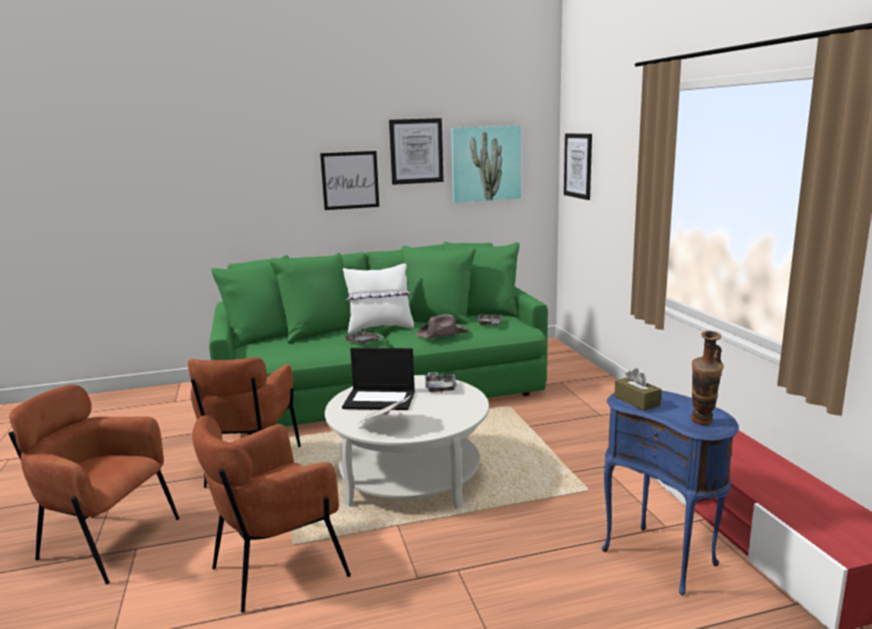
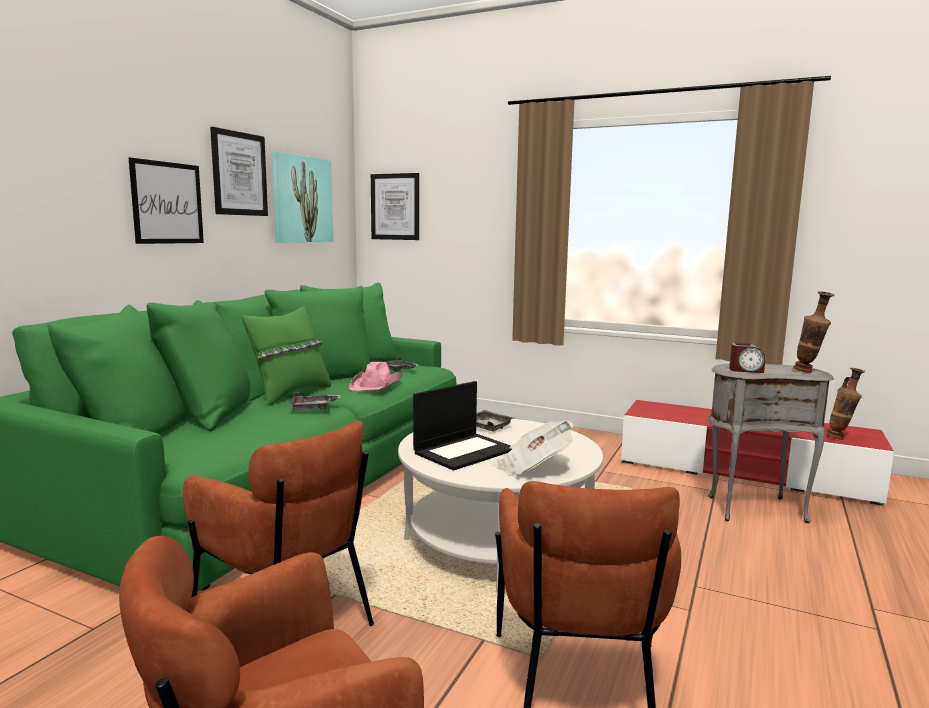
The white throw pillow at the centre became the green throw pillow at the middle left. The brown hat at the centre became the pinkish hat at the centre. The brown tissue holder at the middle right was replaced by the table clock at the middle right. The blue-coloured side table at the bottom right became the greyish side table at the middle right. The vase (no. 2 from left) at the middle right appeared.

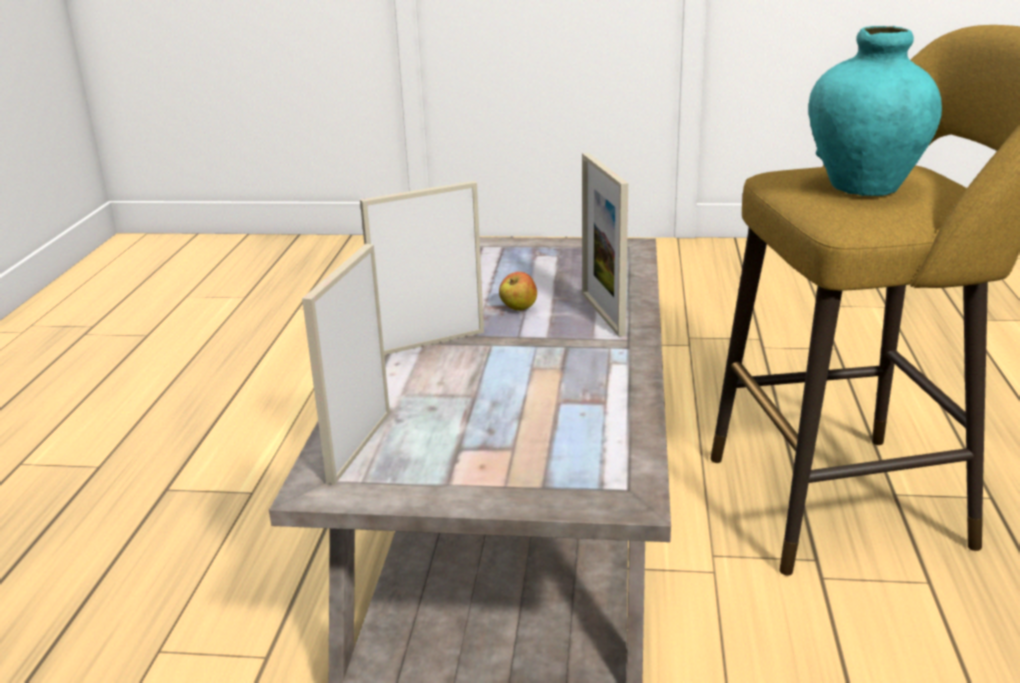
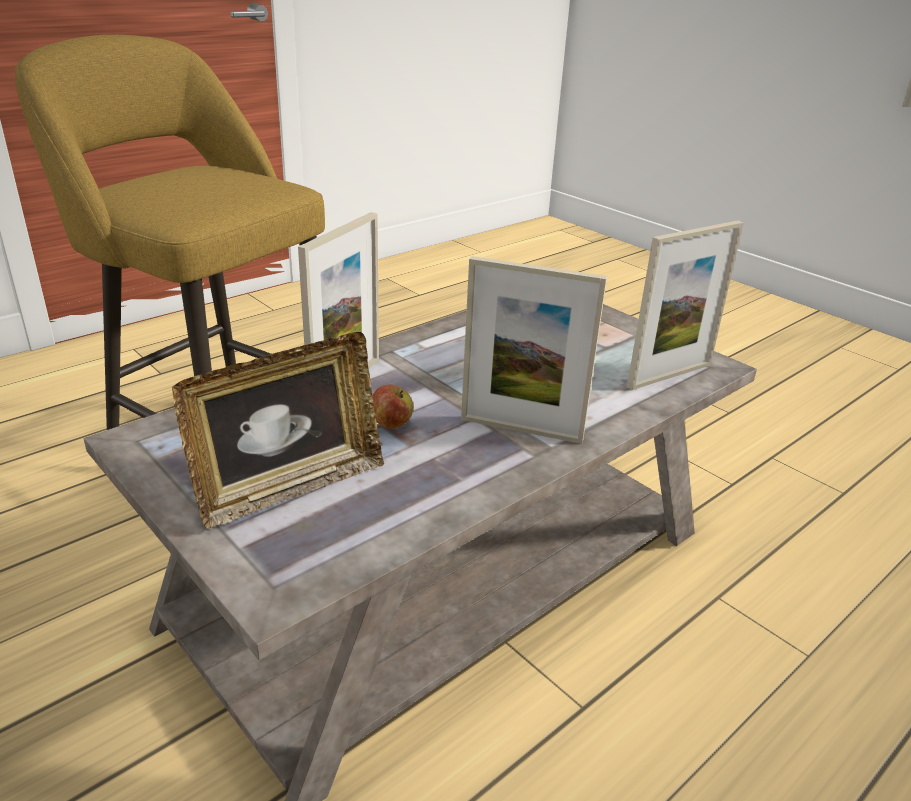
The turquoise-coloured vase at the top right disappeared. The standing frame (no. 1 from left) at the middle left appeared.

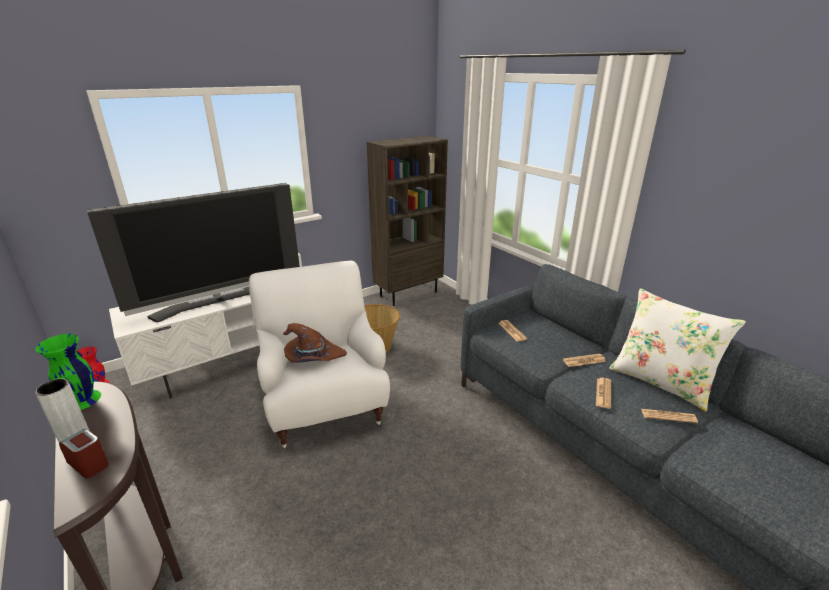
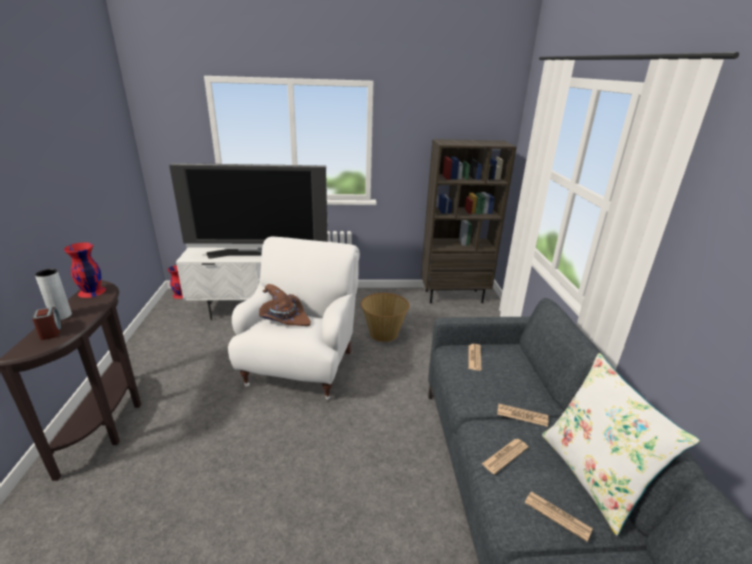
The green vase at the middle left became the reddish vase (no. 1 from left) at the middle left.

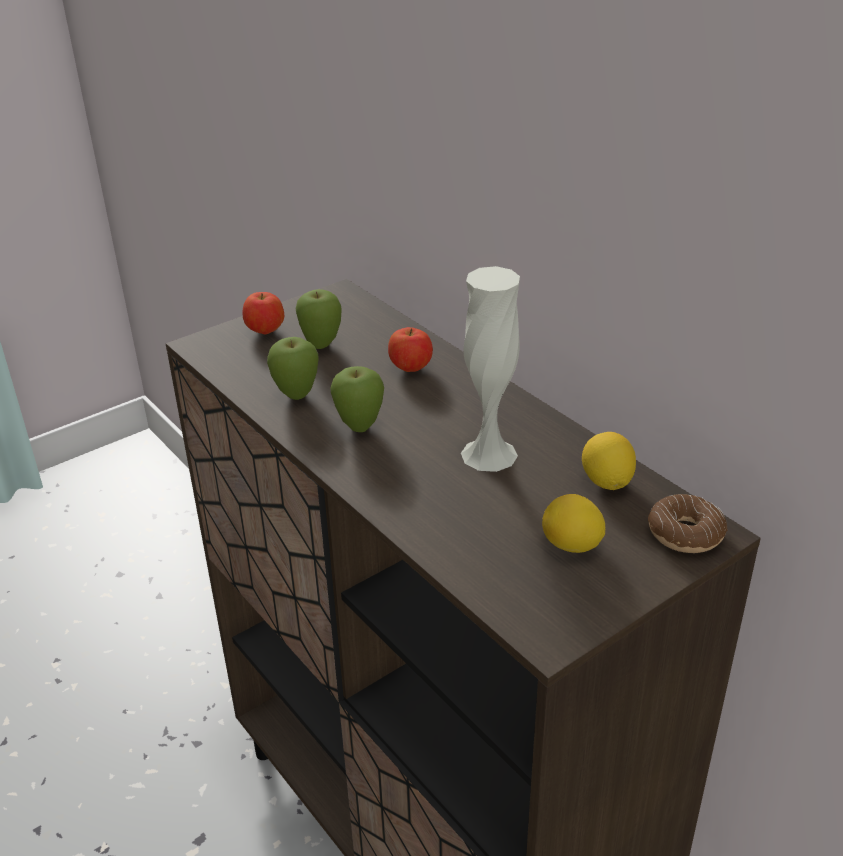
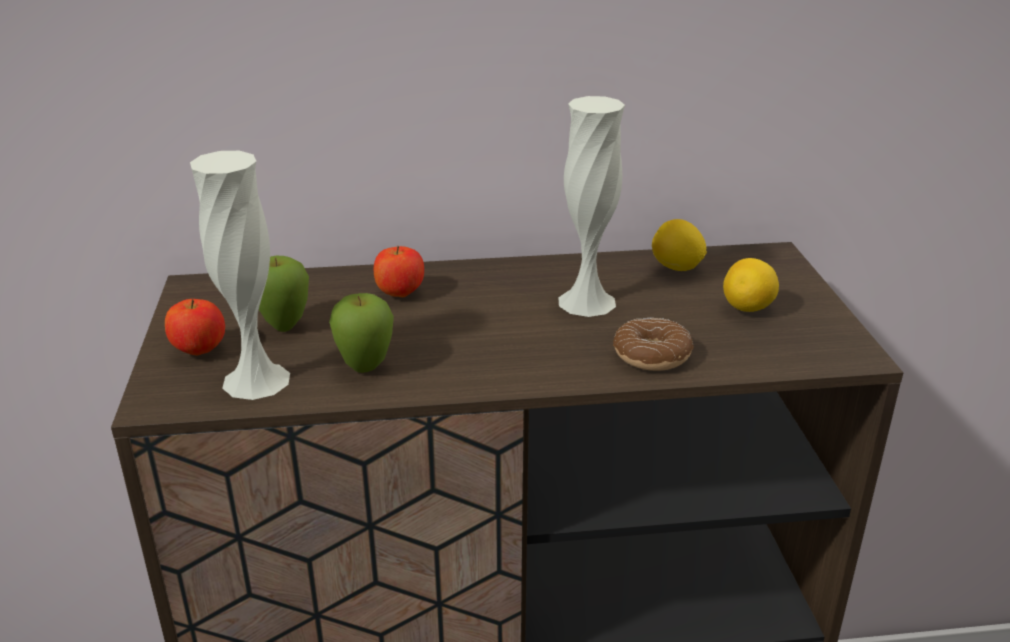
The apple fruit (no. 4 from left) at the centre disappeared. The donut moved from the middle right to the centre. The white vase (no. 1 from left) at the middle left appeared.

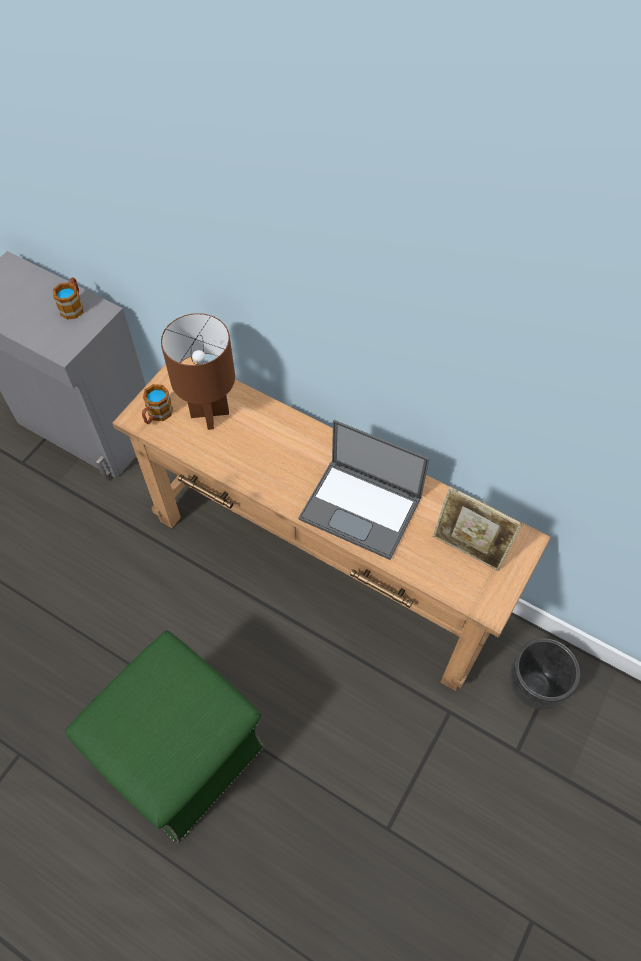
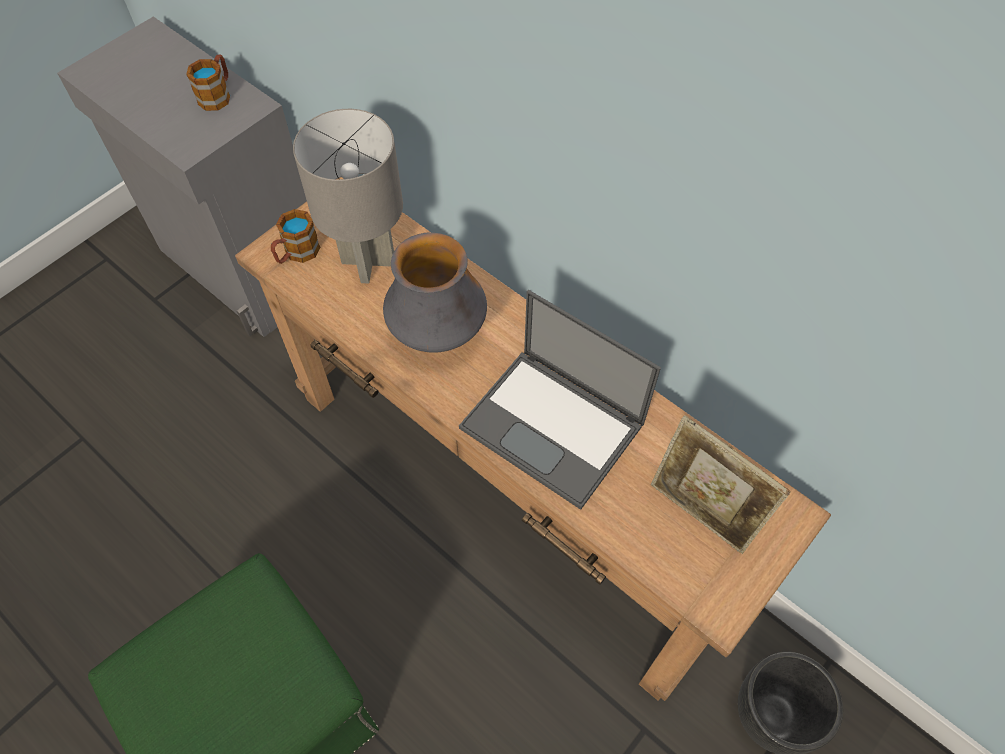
The brown table lamp at the middle left became the greyish table lamp at the top centre. The vase at the centre appeared.

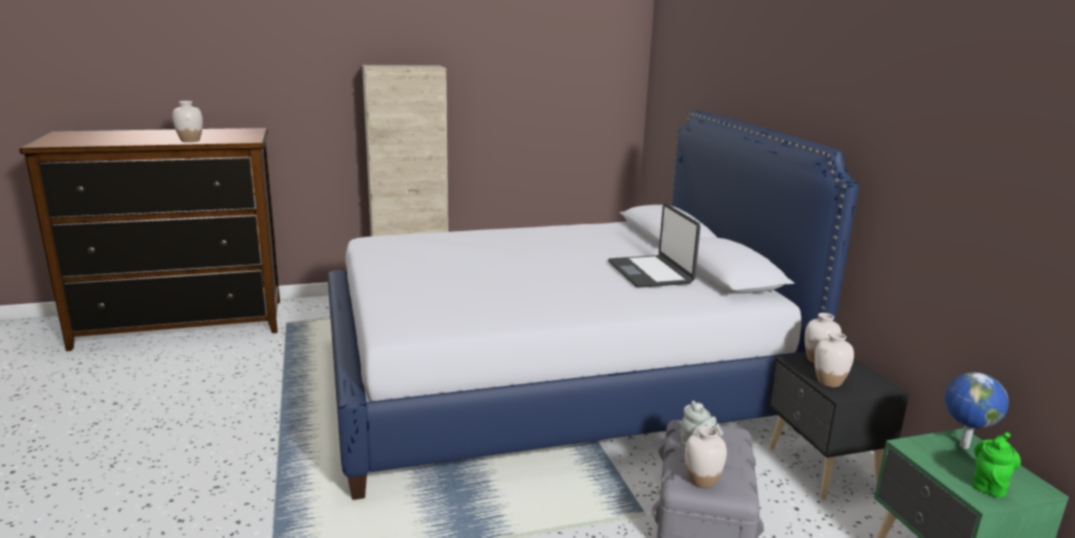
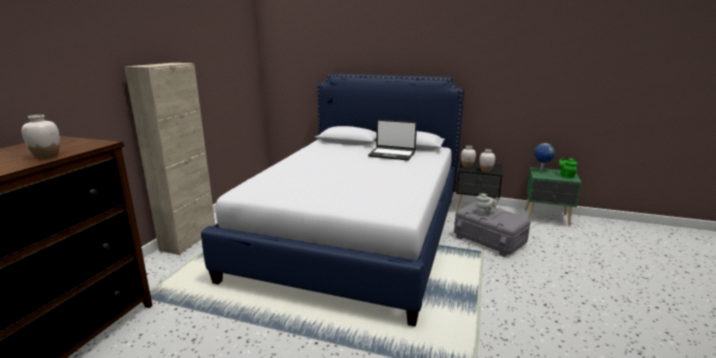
The white vase (no. 2 from left) at the bottom centre disappeared.

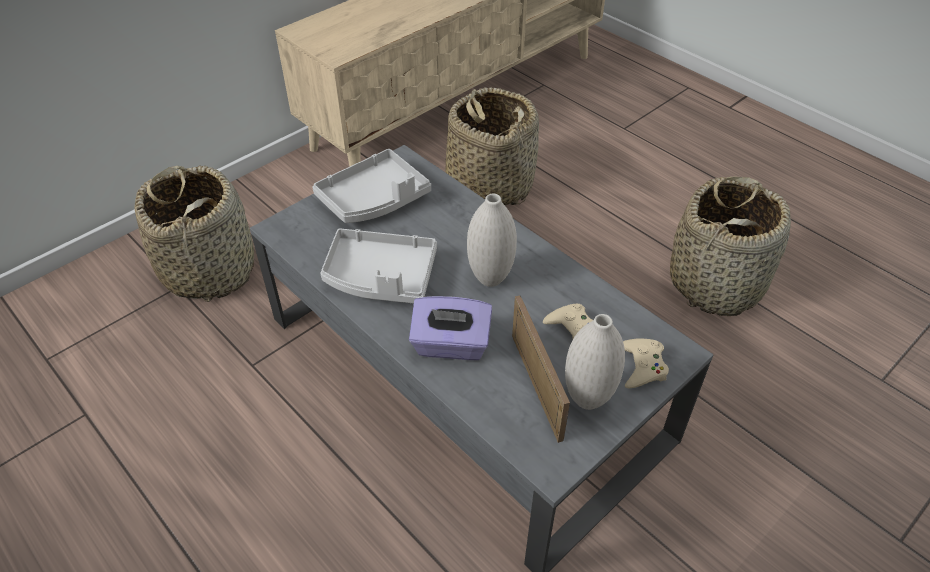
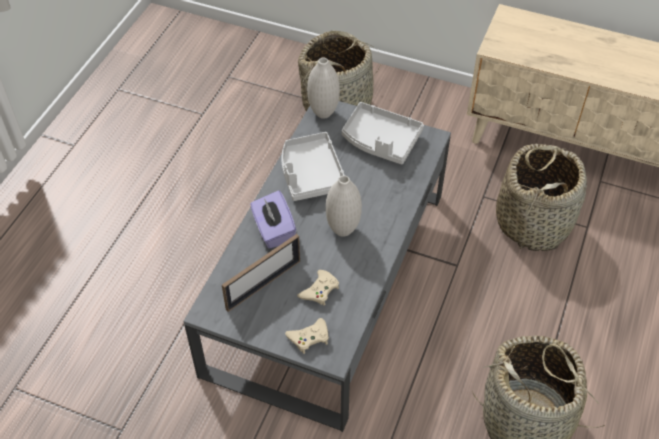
The white vase (no. 2 from left in the first image) moved from the centre to the top centre.

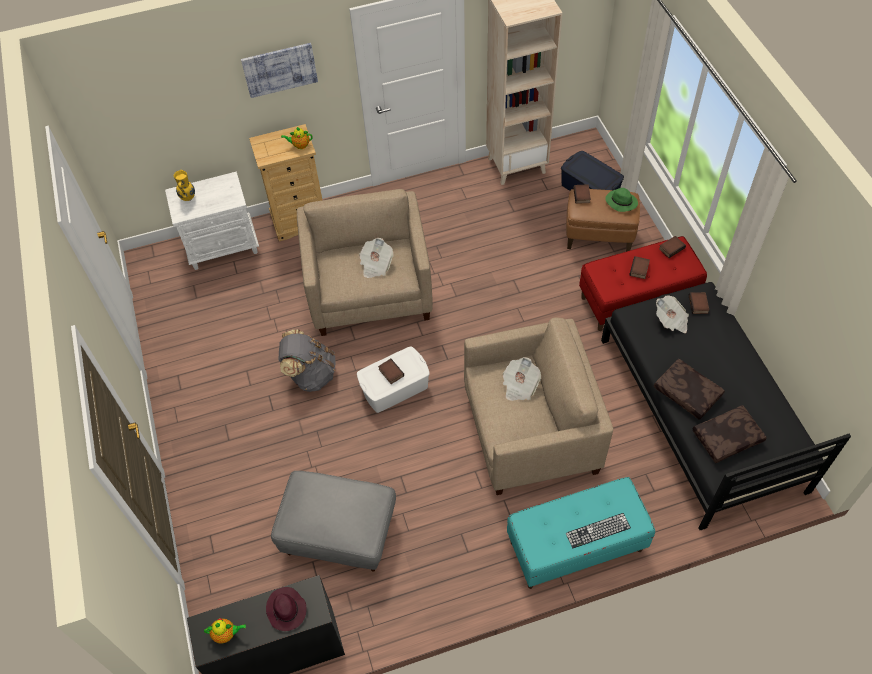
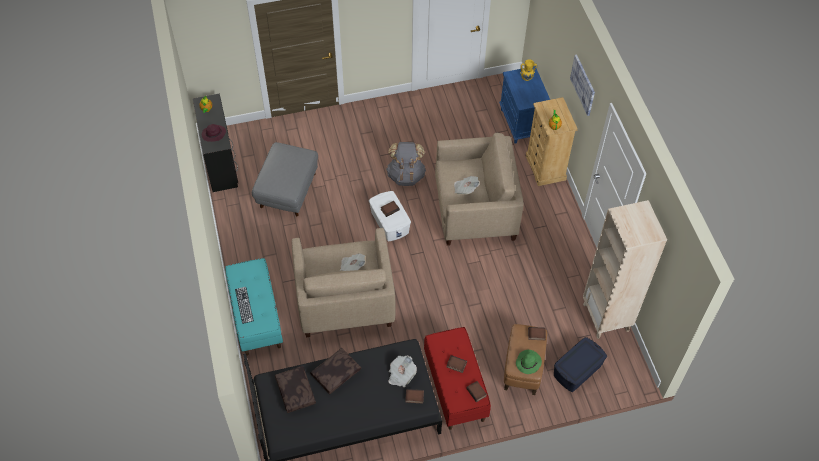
The white night table at the top left became the blue-coloured night table at the top centre.

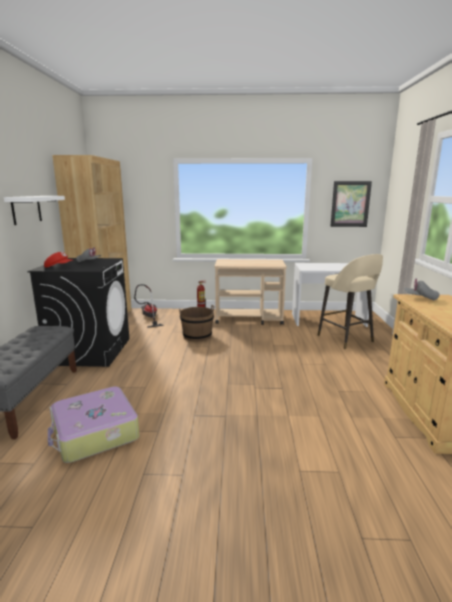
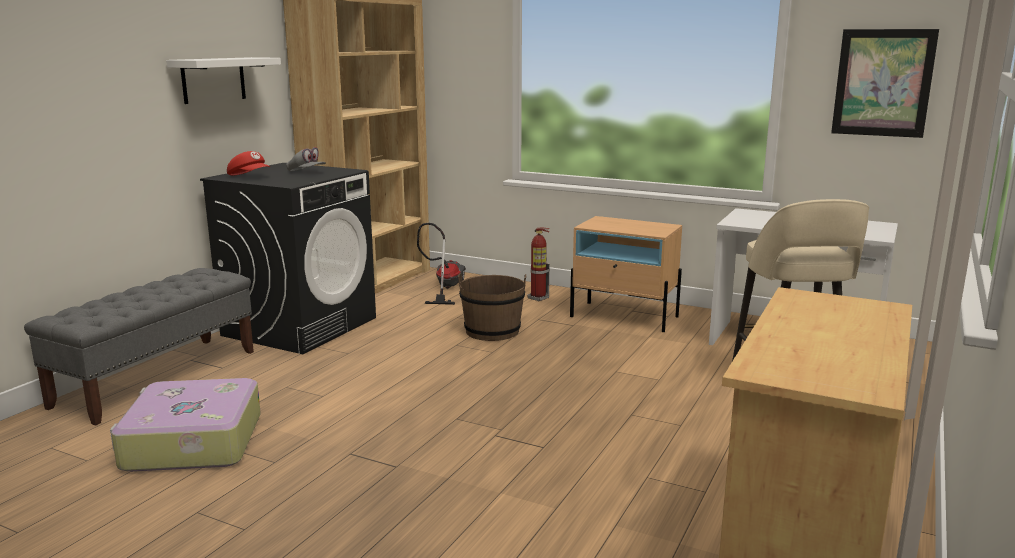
The sand-coloured cart at the centre was replaced by the sand-coloured night table at the centre. The greyish cap (no. 2 from left) at the middle right disappeared.

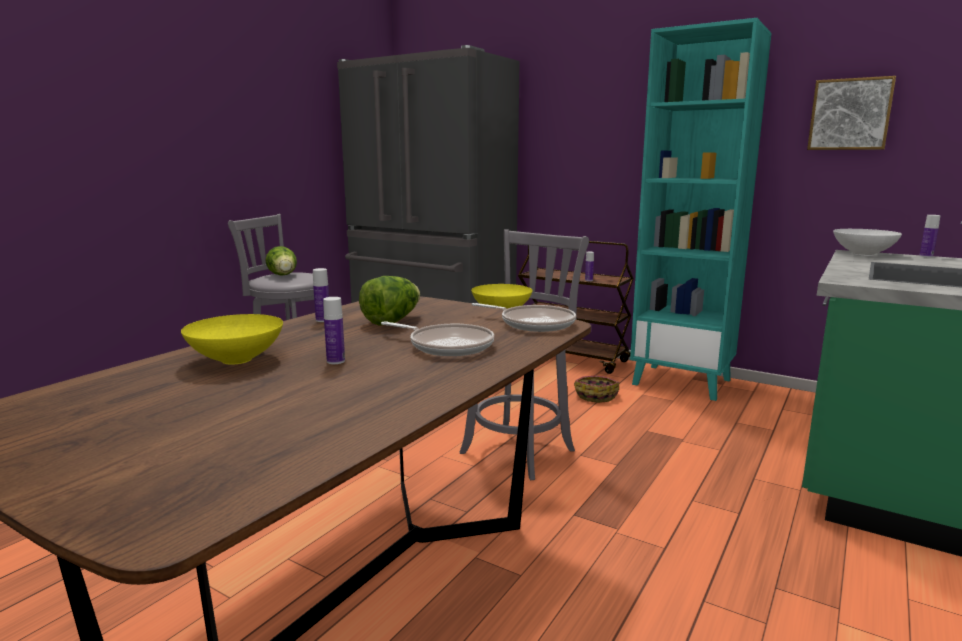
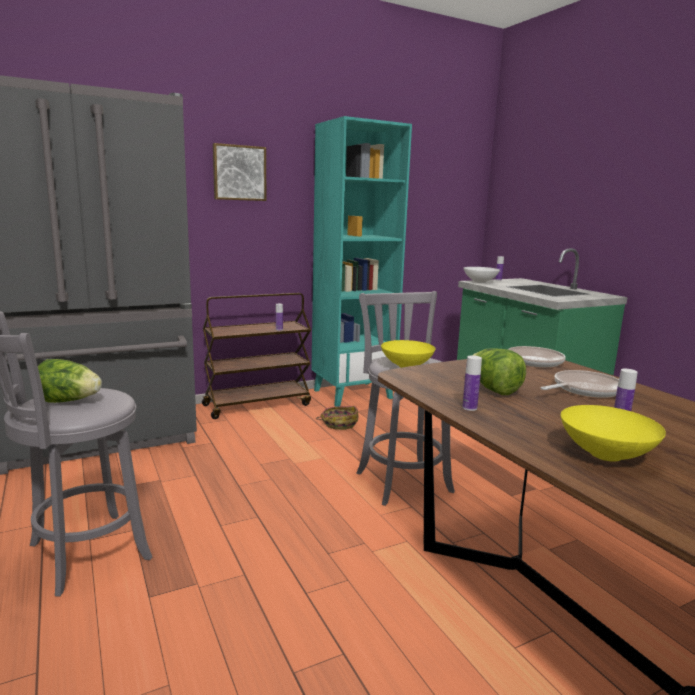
The wall art moved from the top right to the top centre.

